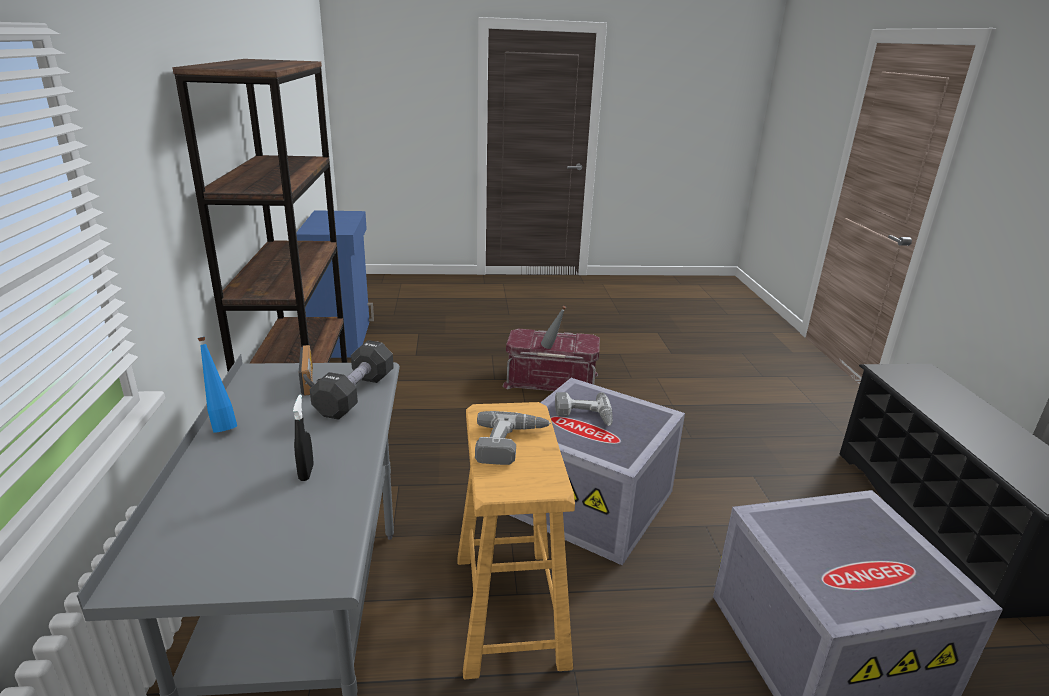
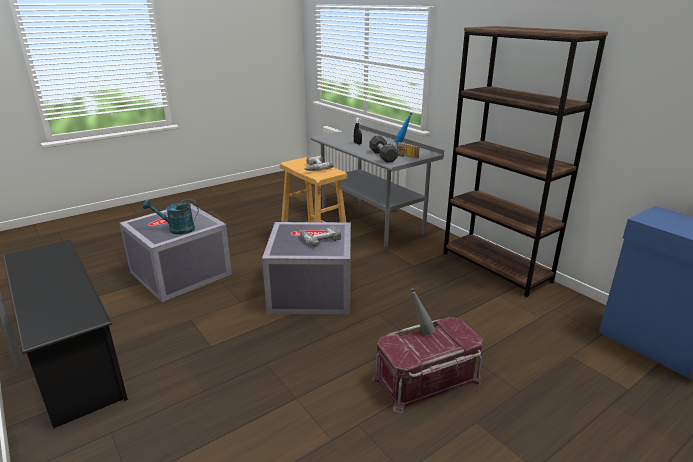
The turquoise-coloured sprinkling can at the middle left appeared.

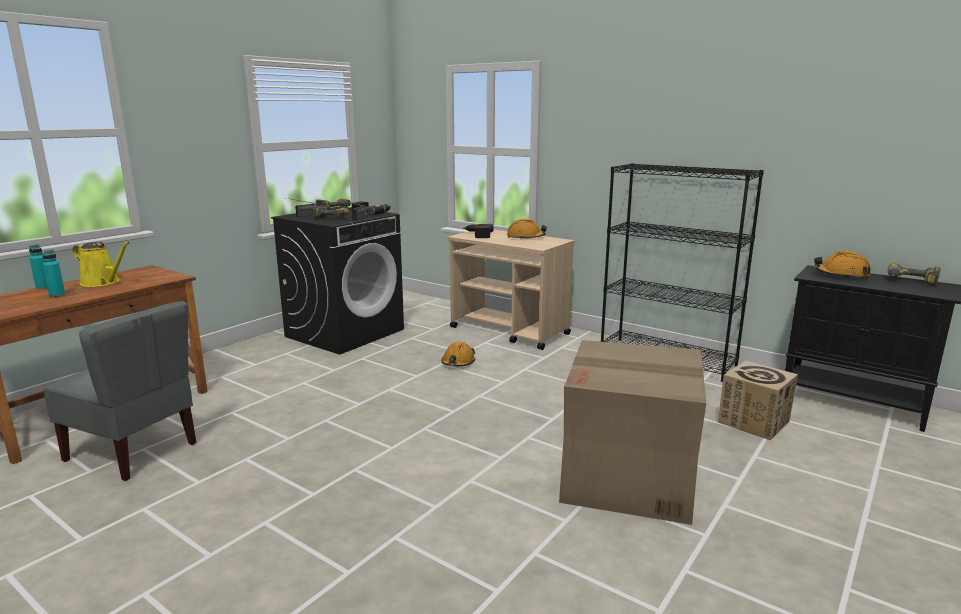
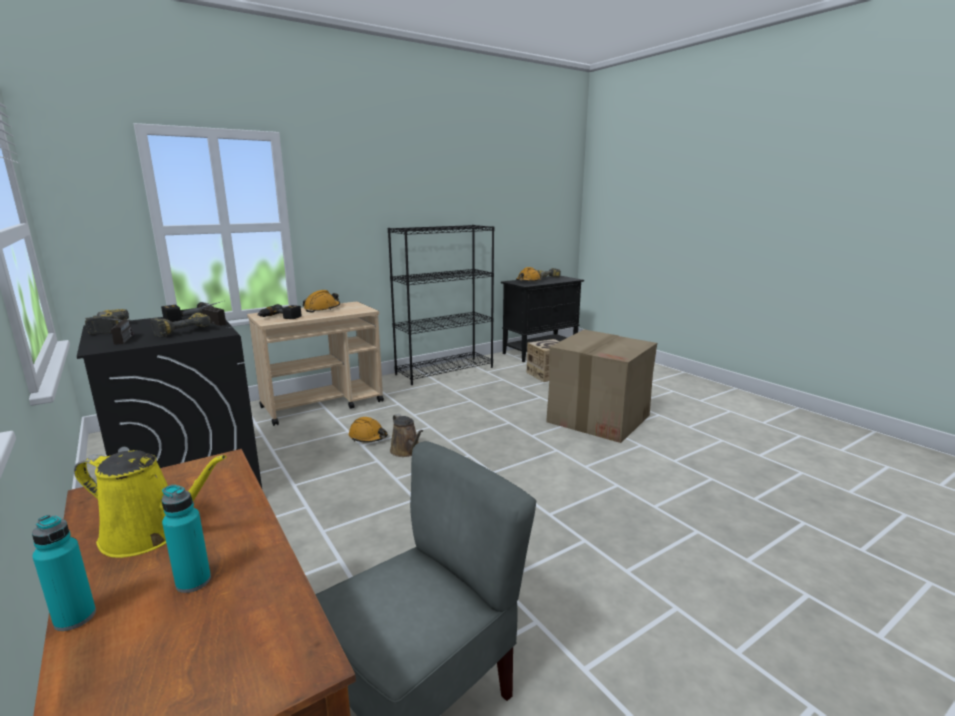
The yellow sprinkling can at the middle left turned 60 degrees clockwise. The brown sprinkling can at the centre appeared.

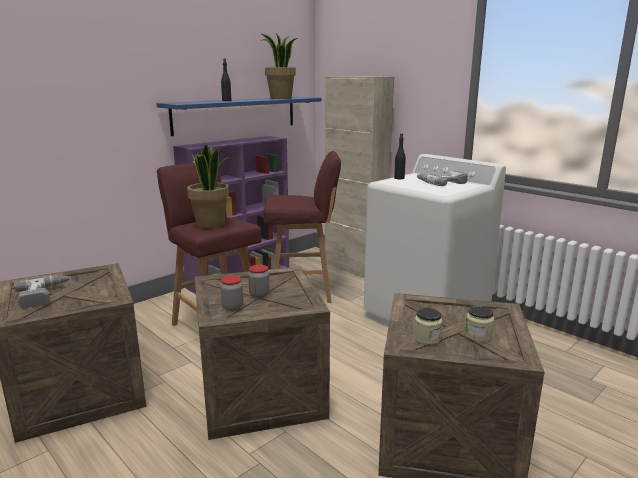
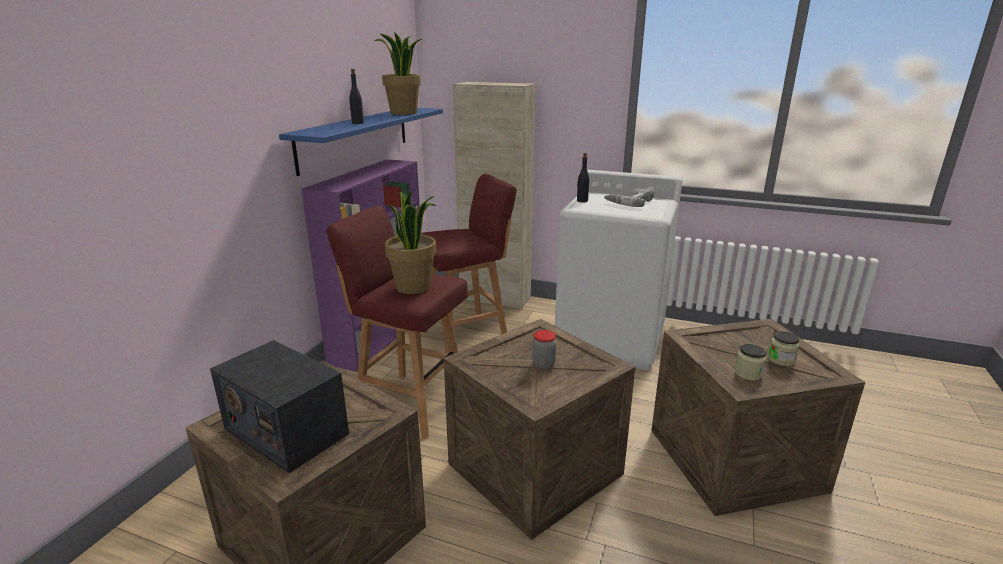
The drill (no. 1 from left) at the middle left was replaced by the radio at the bottom left. The jar (no. 1 from left) at the centre disappeared.

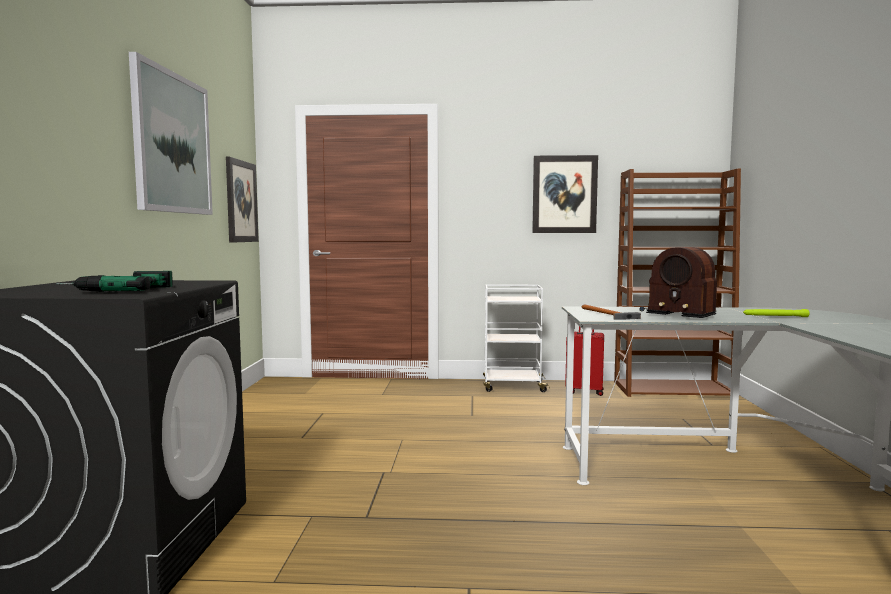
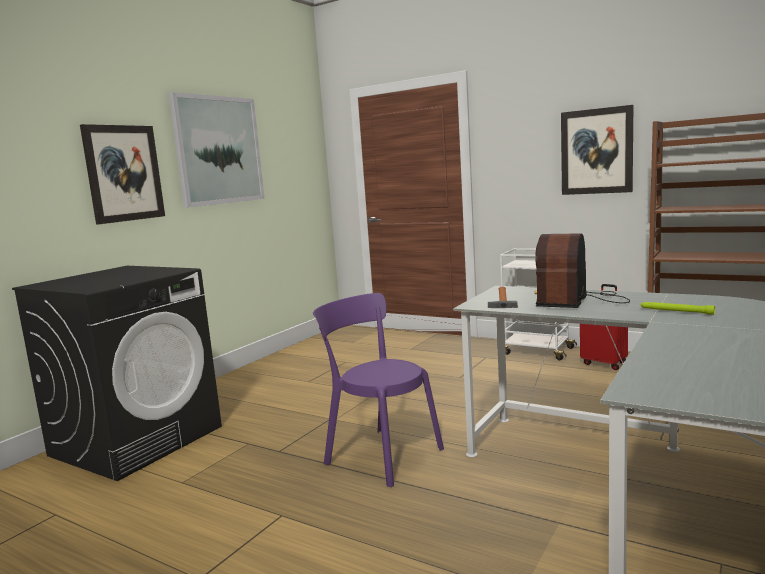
The wall art (no. 2 from left in the first image) moved from the middle left to the top left. The radio at the middle right turned 45 degrees clockwise. The drill at the middle left disappeared. The purple plain chair at the bottom centre appeared.

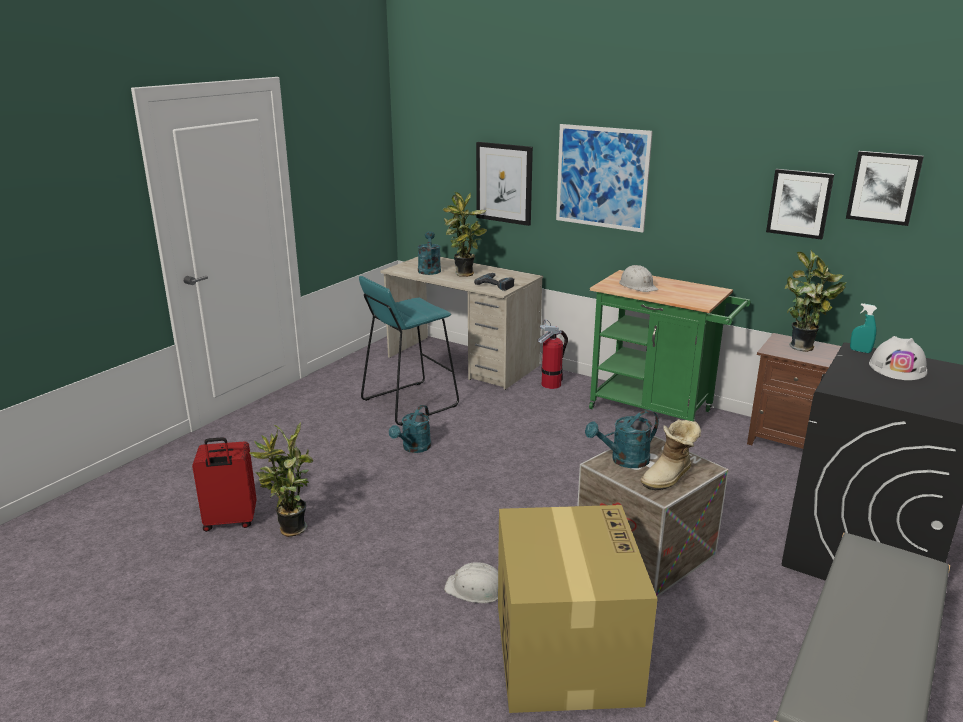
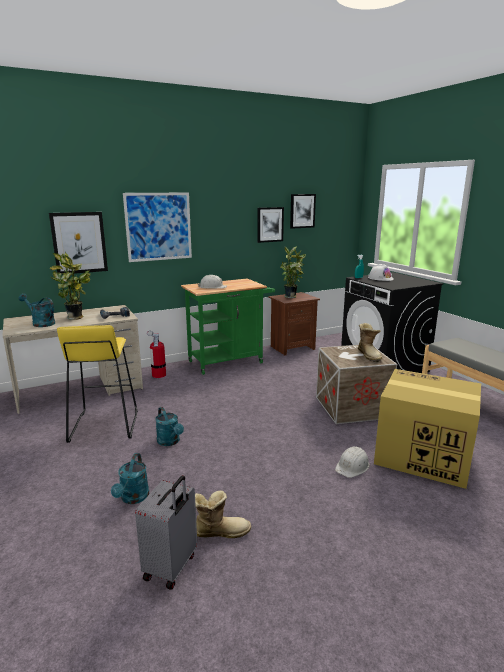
The turquoise-coloured stool at the centre became the yellow stool at the middle left. The turquoise-coloured sprinkling can (no. 3 from left in the first image) moved from the centre to the bottom left. The plant in a pot (no. 1 from left) at the middle left was replaced by the tall boot (no. 1 from left) at the bottom centre. The reddish piece of luggage at the bottom left became the greyish piece of luggage at the bottom left.

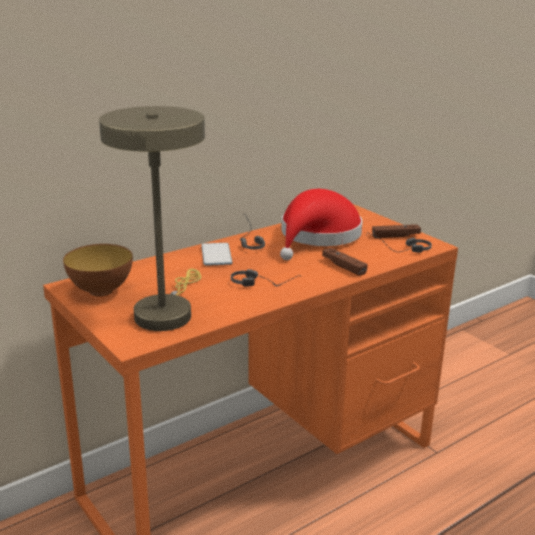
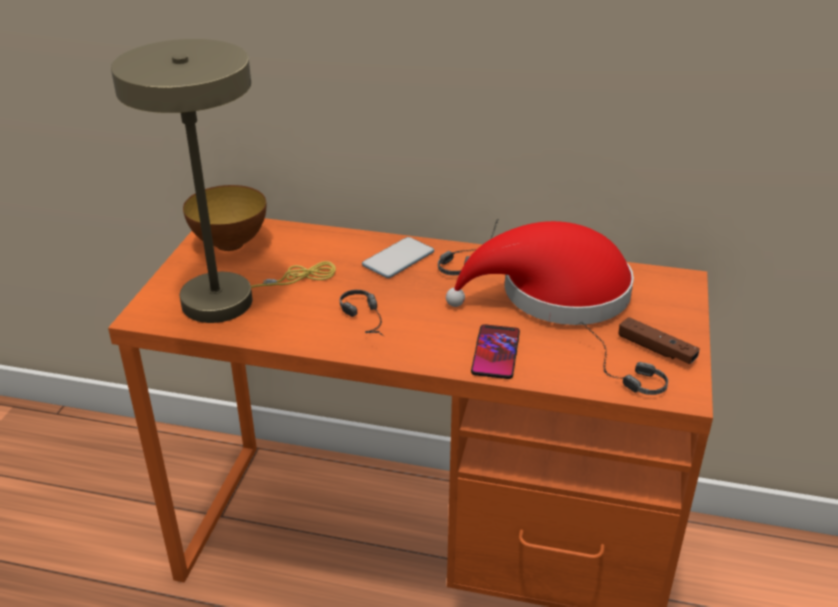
The brown joypad (no. 1 from left) at the centre was replaced by the phone (no. 2 from left) at the centre.

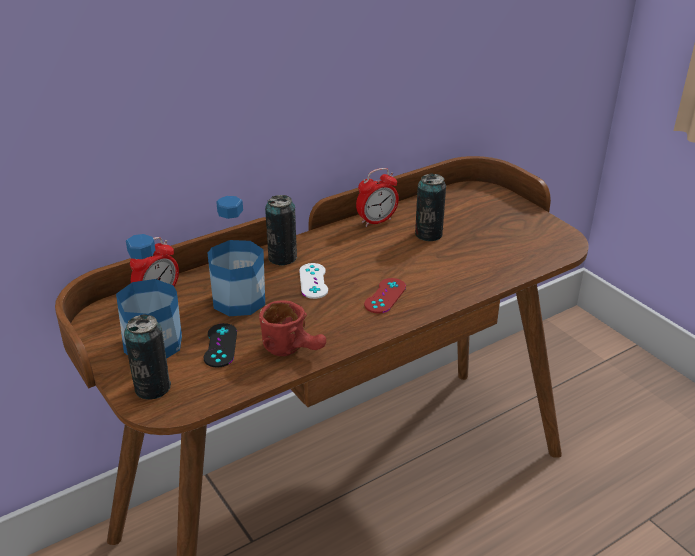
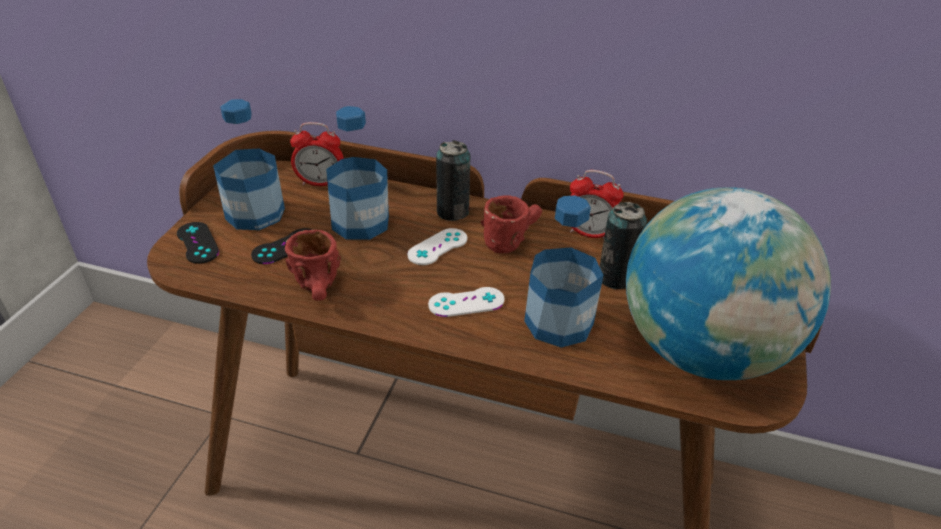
The reddish joypad at the centre became the white joypad (no. 2 from left) at the centre. The can (no. 1 from left) at the middle left was replaced by the black joypad (no. 1 from left) at the middle left. The desk globe at the middle right appeared. The reddish mug (no. 2 from left) at the centre appeared. The drink bottle (no. 3 from left) at the centre appeared.

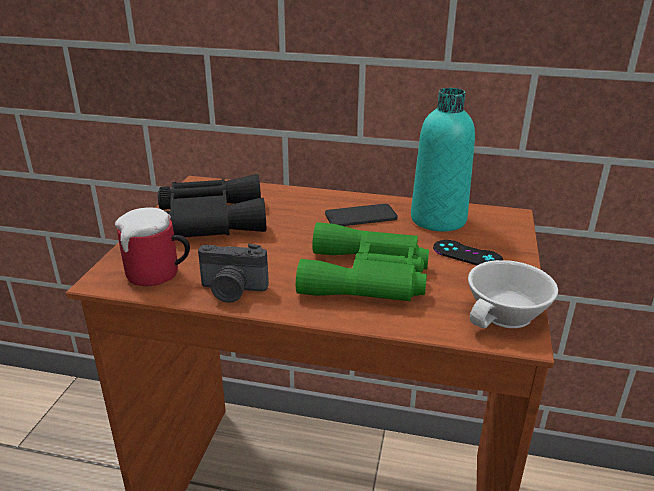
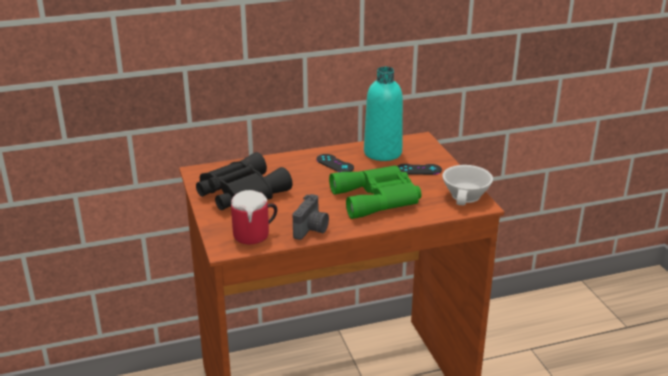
The phone at the centre was replaced by the black joypad (no. 1 from left) at the centre. The still camera at the centre turned 45 degrees counterclockwise.

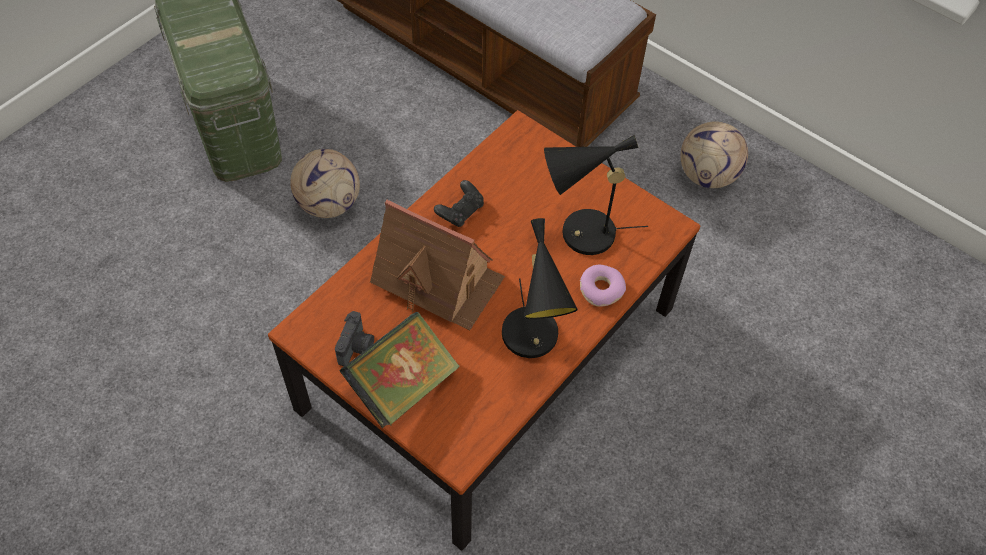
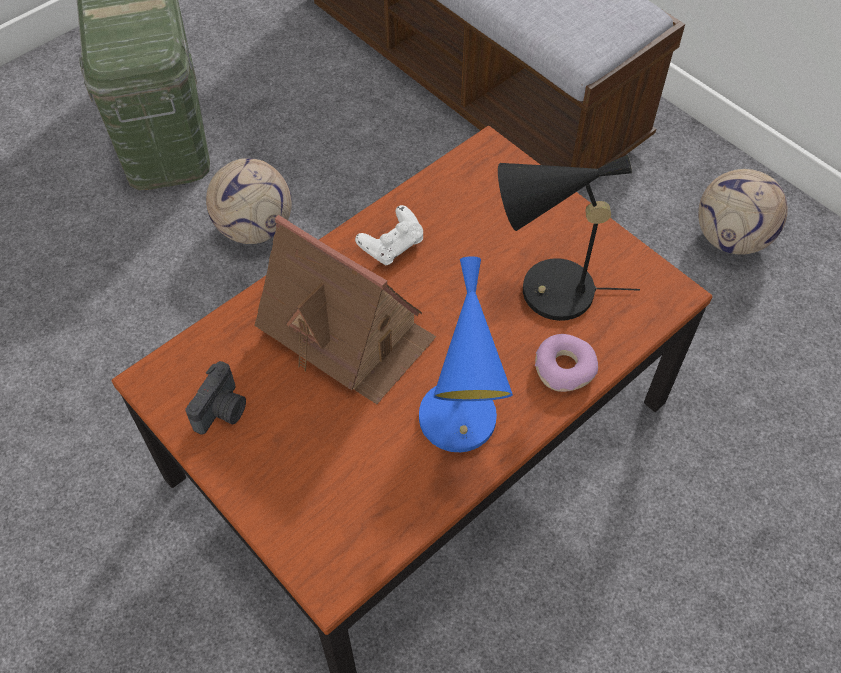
The black joypad at the centre became the white joypad at the centre. The black table lamp (no. 1 from left) at the centre became the blue-coloured table lamp at the centre. The book at the bottom centre disappeared.

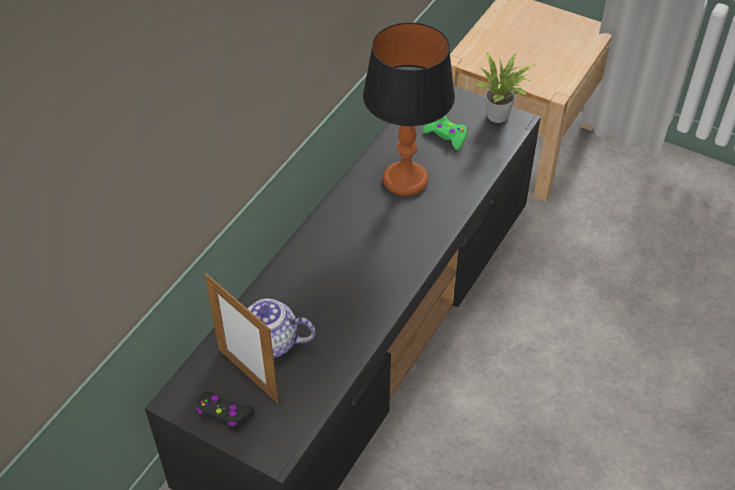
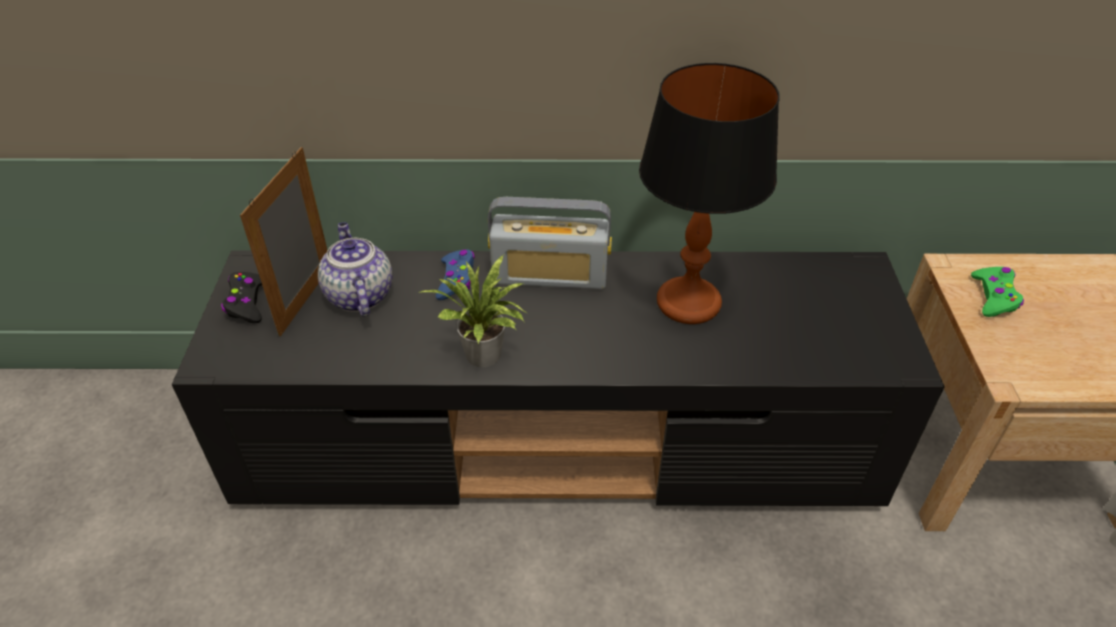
The plant in a pot moved from the top right to the centre. The green joypad moved from the top centre to the middle right. The radio at the centre appeared. The blue-coloured joypad at the centre appeared.

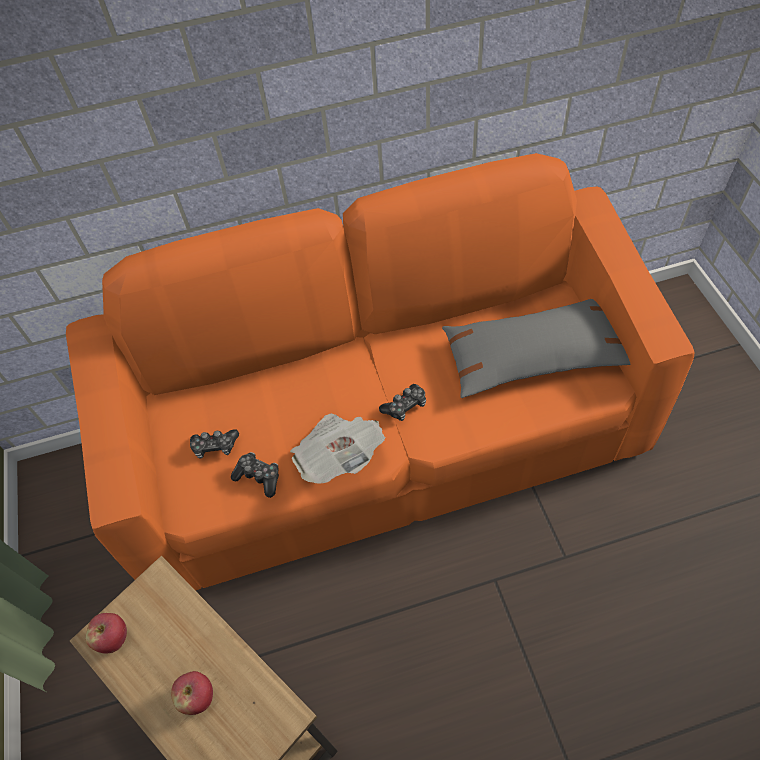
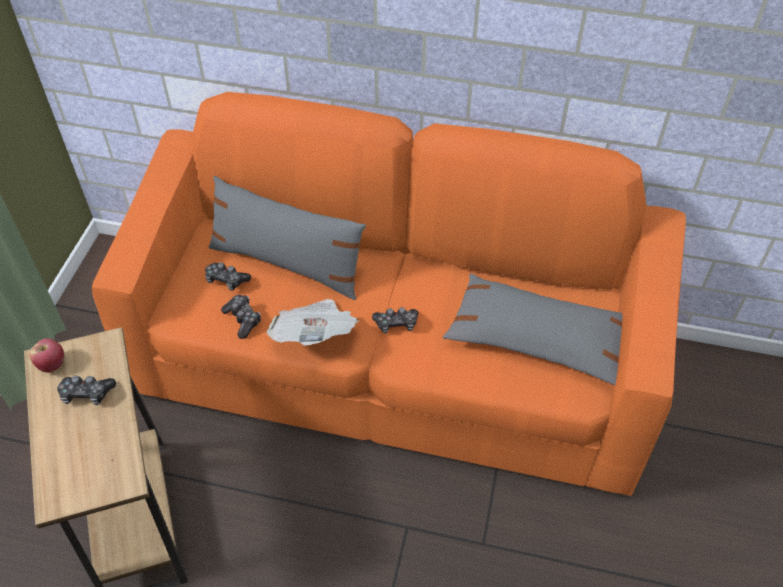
The apple fruit (no. 2 from left) at the bottom left disappeared. The greyish throw pillow (no. 1 from left) at the centre appeared. The joypad (no. 1 from left) at the middle left appeared.

